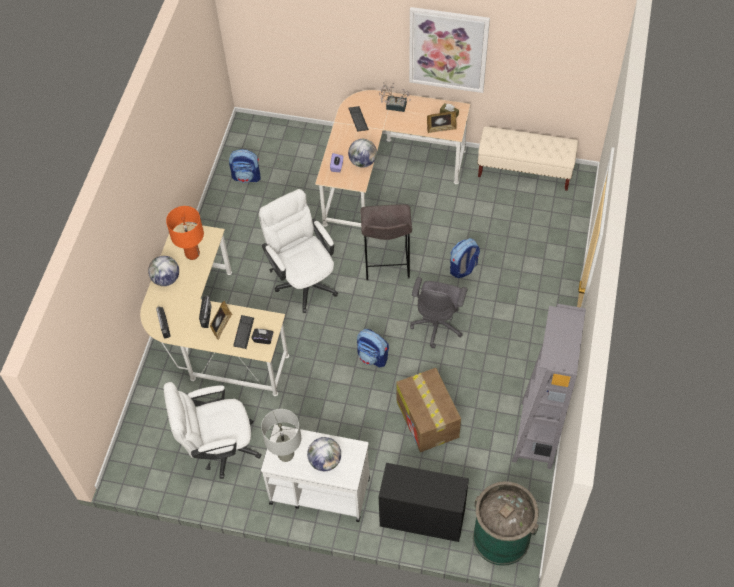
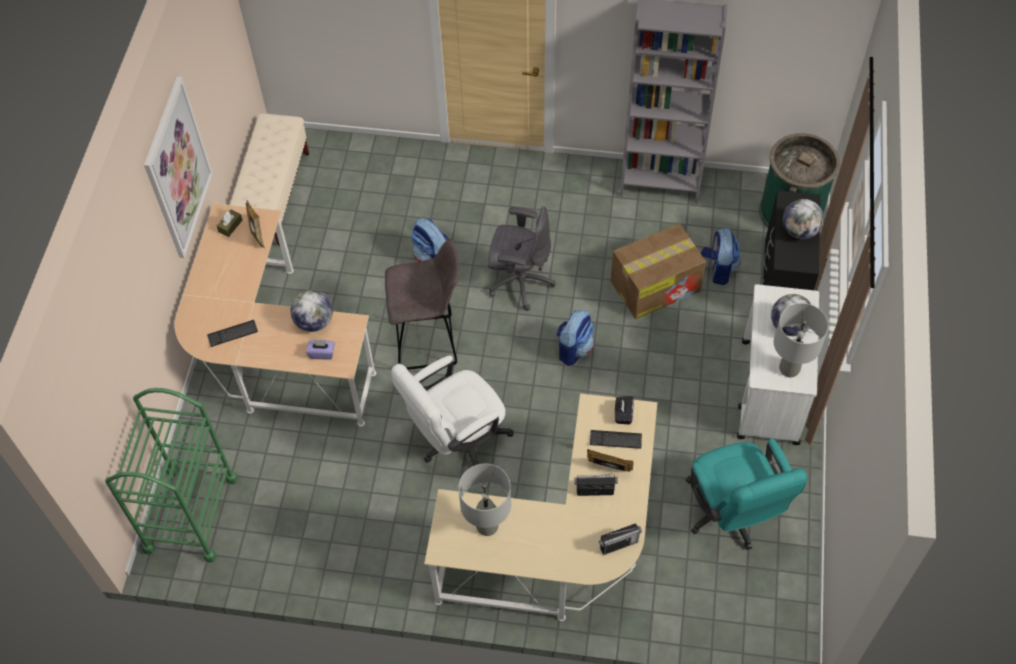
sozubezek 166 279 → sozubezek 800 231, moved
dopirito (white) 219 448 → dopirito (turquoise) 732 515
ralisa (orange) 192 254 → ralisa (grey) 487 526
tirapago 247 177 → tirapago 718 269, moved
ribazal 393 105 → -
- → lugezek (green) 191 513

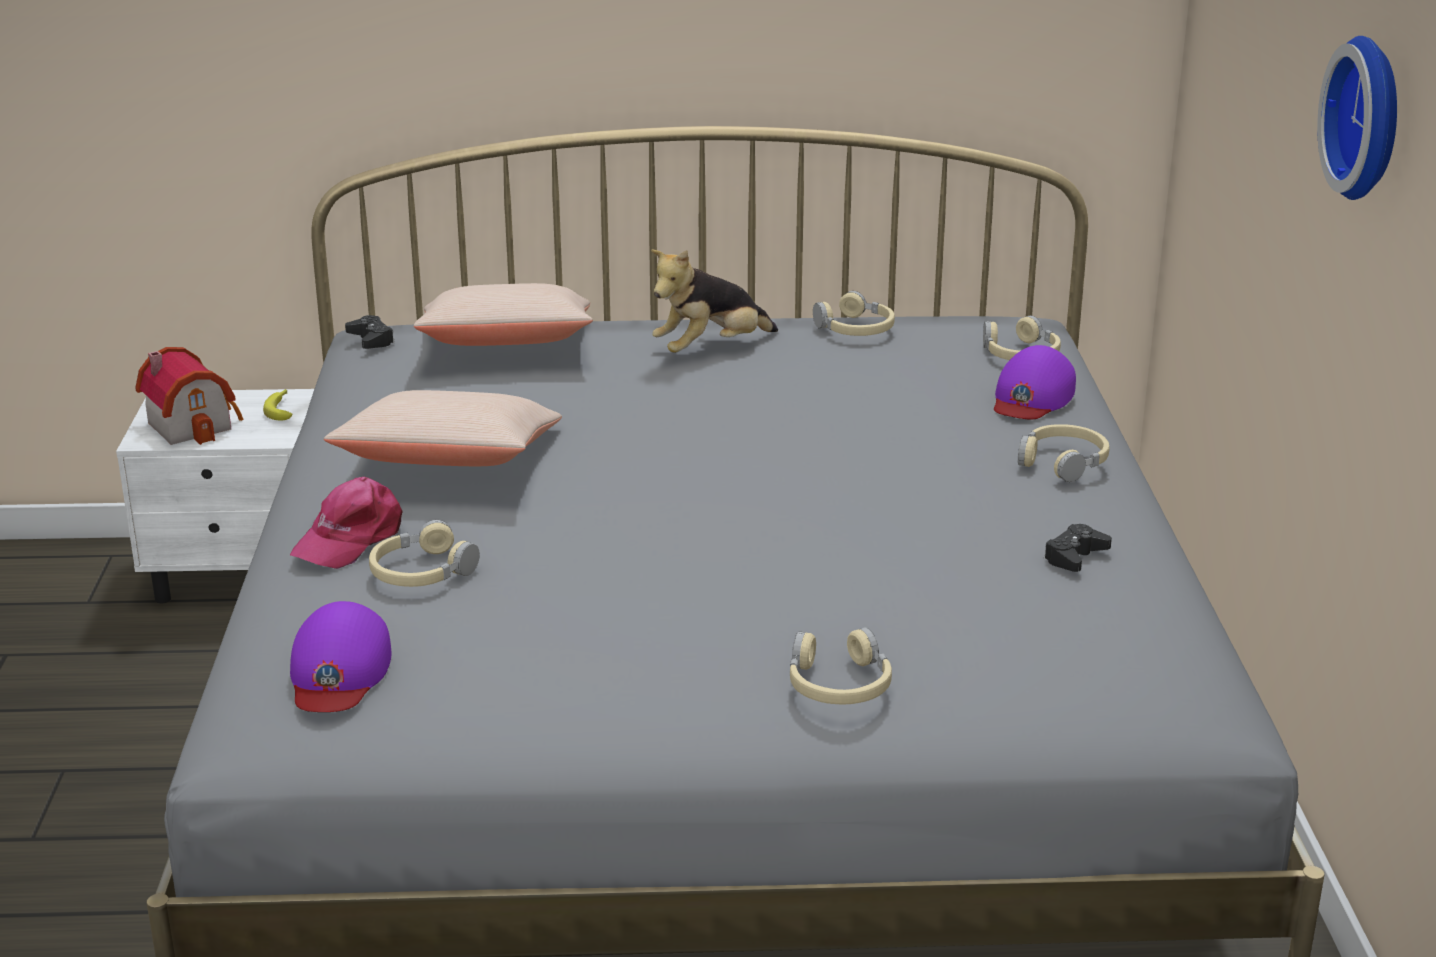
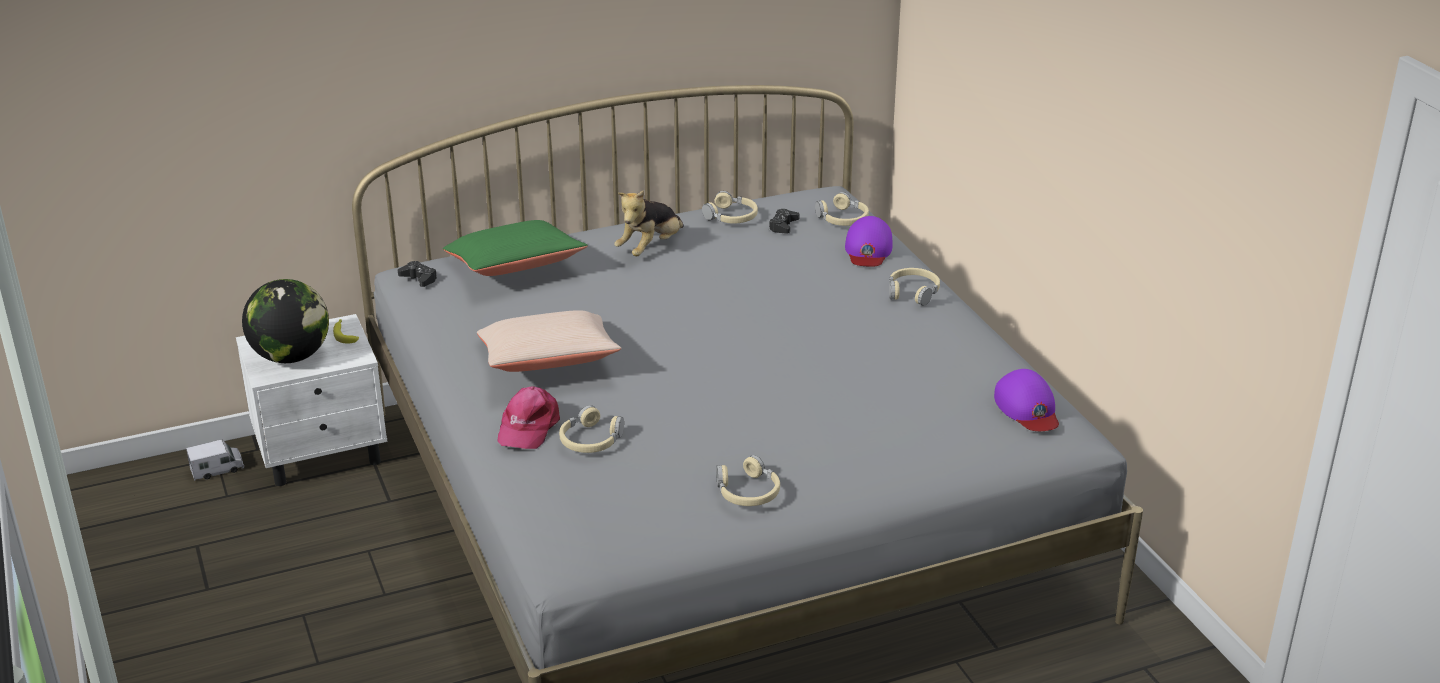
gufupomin 194 423 → sozubezek 291 356
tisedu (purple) 339 671 → tisedu (purple) 1027 408, moved
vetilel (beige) 507 347 → vetilel (green) 515 268
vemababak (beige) 838 684 → vemababak (beige) 747 492, moved
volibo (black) 1075 556 → volibo (black) 783 226, moved
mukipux 1371 118 → -
- → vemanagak 217 470

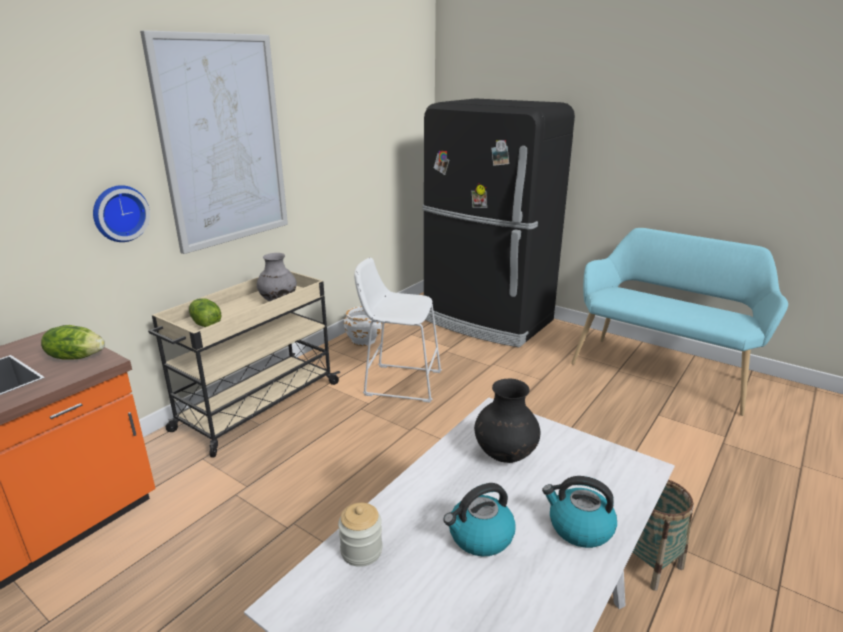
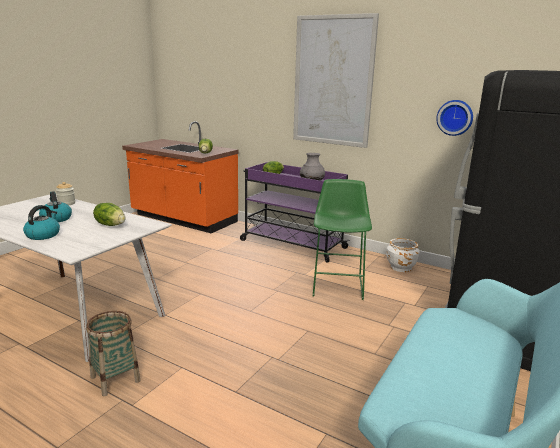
mukipux 119 213 → mukipux 455 117, moved
lugezek (beige) 257 407 → lugezek (purple) 291 244
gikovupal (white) 399 382 → gikovupal (green) 338 283
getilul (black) 504 454 → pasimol 111 225

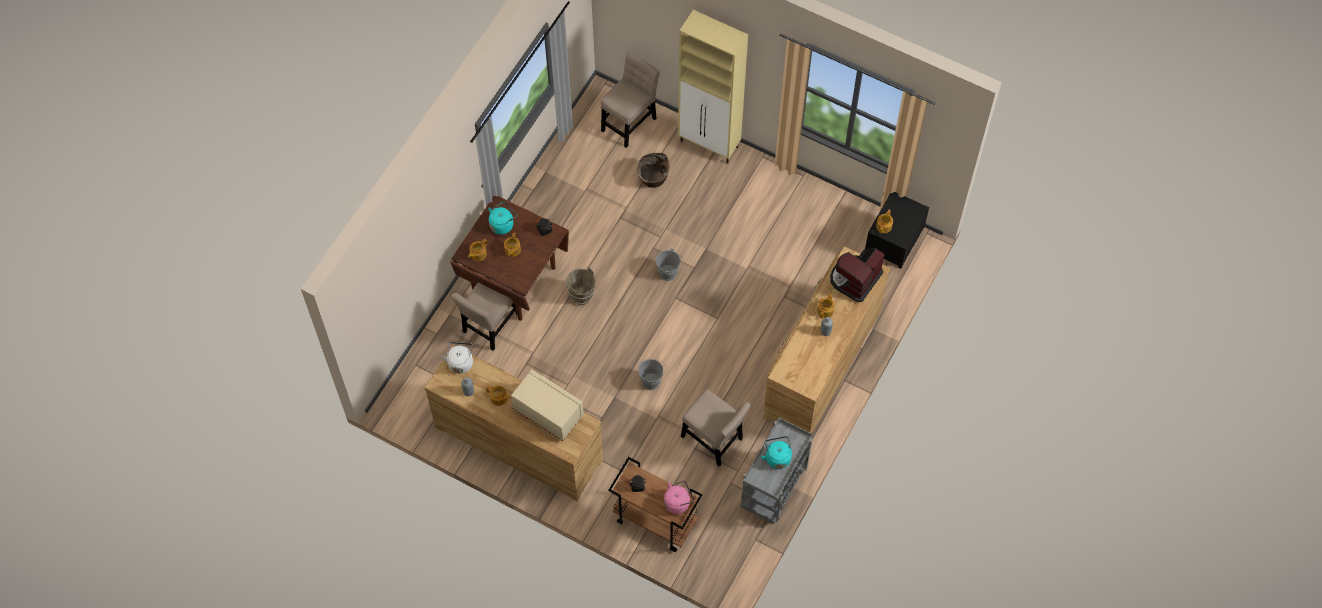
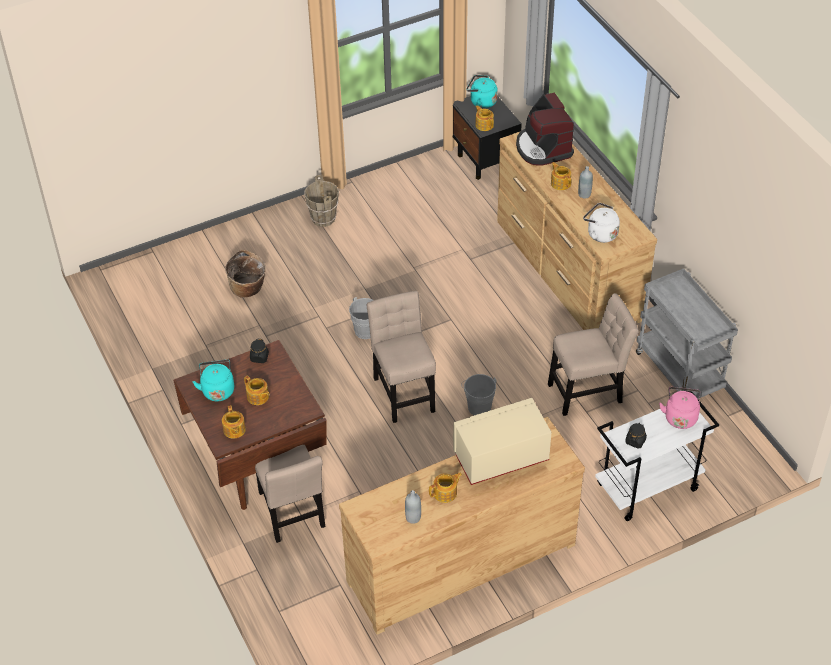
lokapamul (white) 460 362 → lokapamul (white) 600 234, moved
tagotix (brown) 581 295 → tagotix (brown) 323 219, moved
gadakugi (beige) 630 121 → gadakugi (beige) 403 391, moved
lugezek (brown) 654 521 → lugezek (white) 647 488
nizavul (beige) 710 144 → -
lokapamul (turquoise) 777 457 → lokapamul (turquoise) 481 102, moved

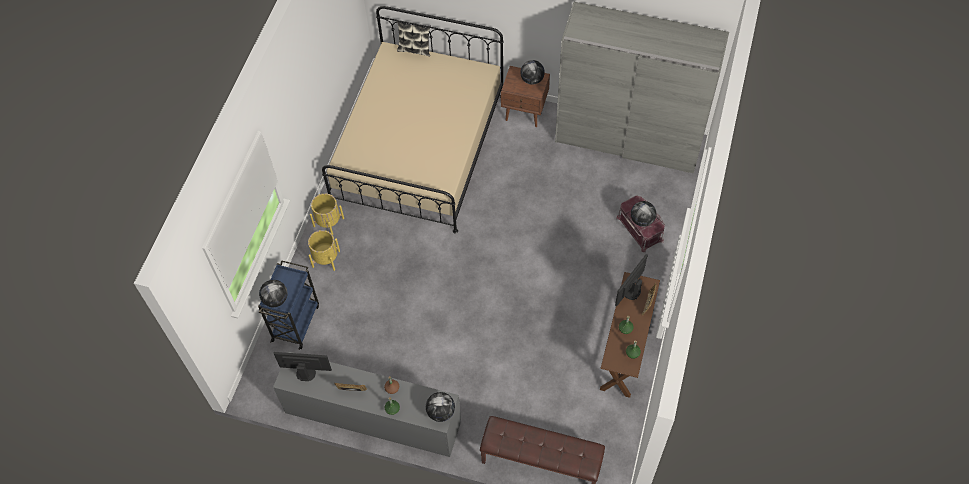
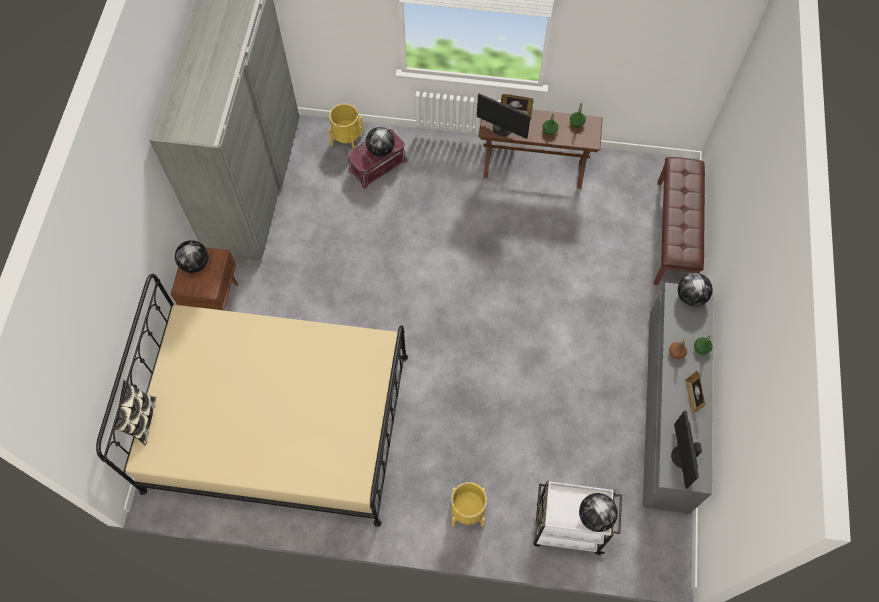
lugezek (blue) 296 322 → lugezek (white) 566 529
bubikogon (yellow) 328 222 → bubikogon (yellow) 347 138, moved

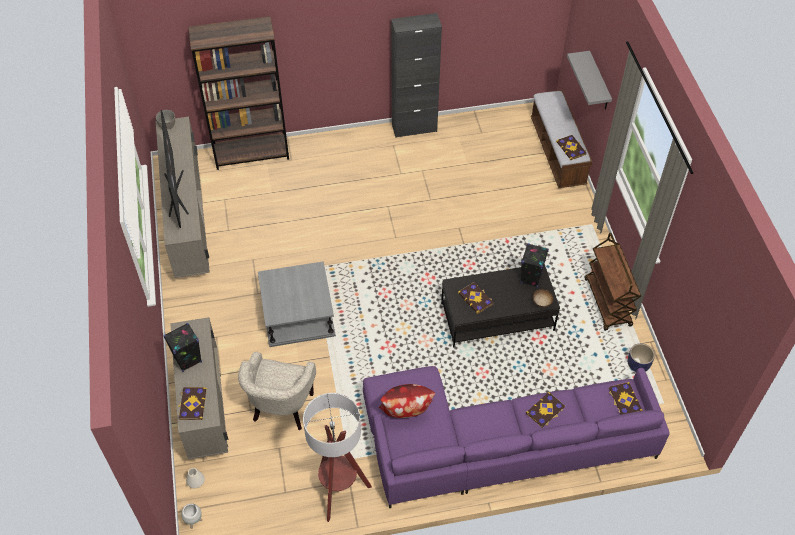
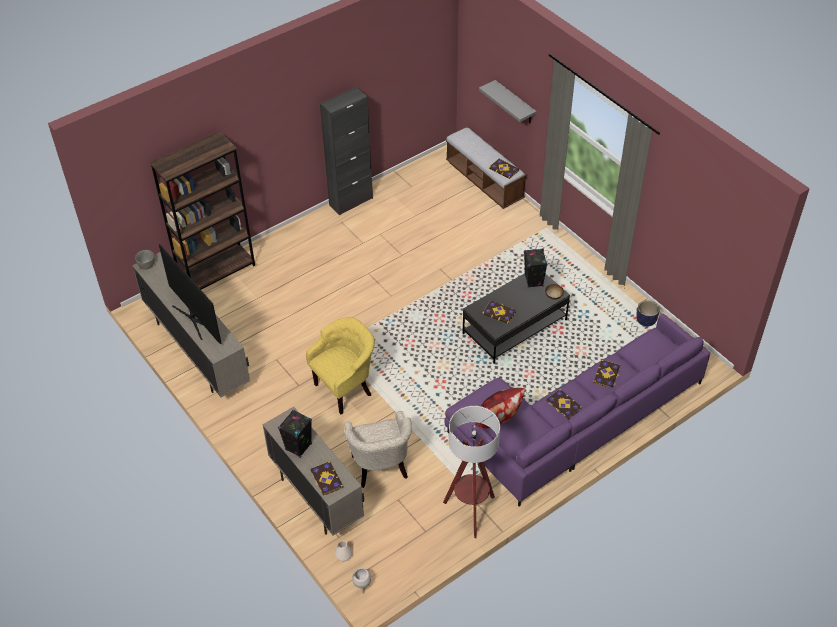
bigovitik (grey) 298 314 → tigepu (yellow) 346 388
lugezek (brown) 608 303 → -
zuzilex 624 400 → zuzilex 563 404, moved

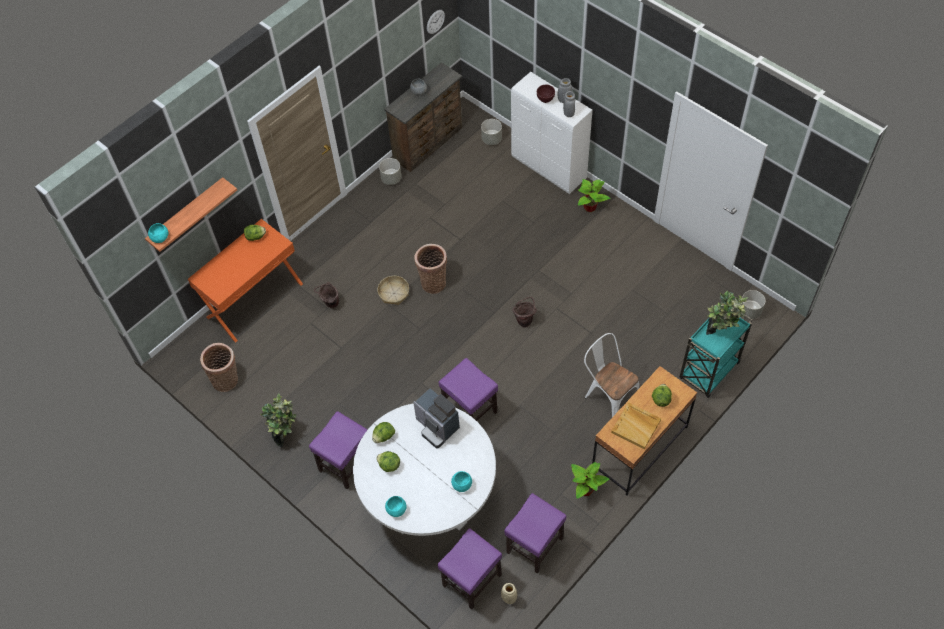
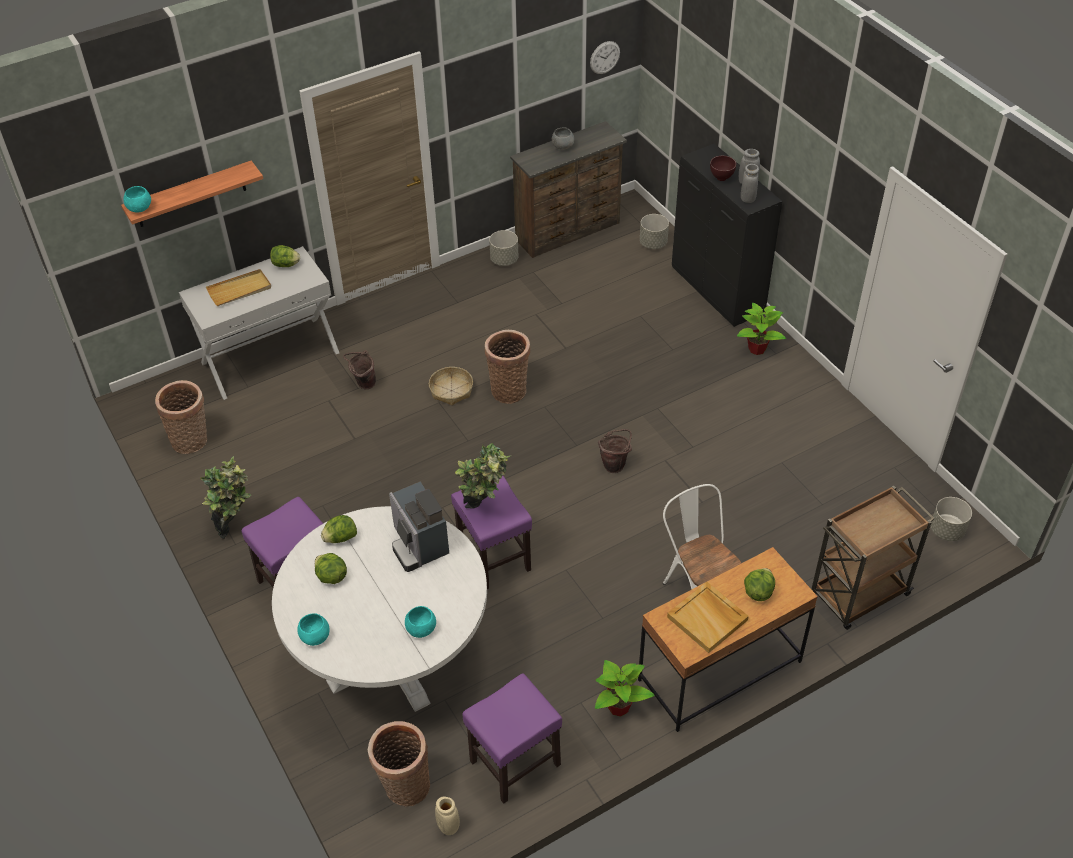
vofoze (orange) 254 300 → vofoze (white) 270 357
gikovupal (purple) 471 581 → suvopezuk 404 786
nizavul (white) 549 168 → nizavul (black) 718 292
lugezek (turquoise) 708 372 → lugezek (brown) 858 595
ribazal 720 333 → ribazal 485 510, moved
- → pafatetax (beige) 239 290

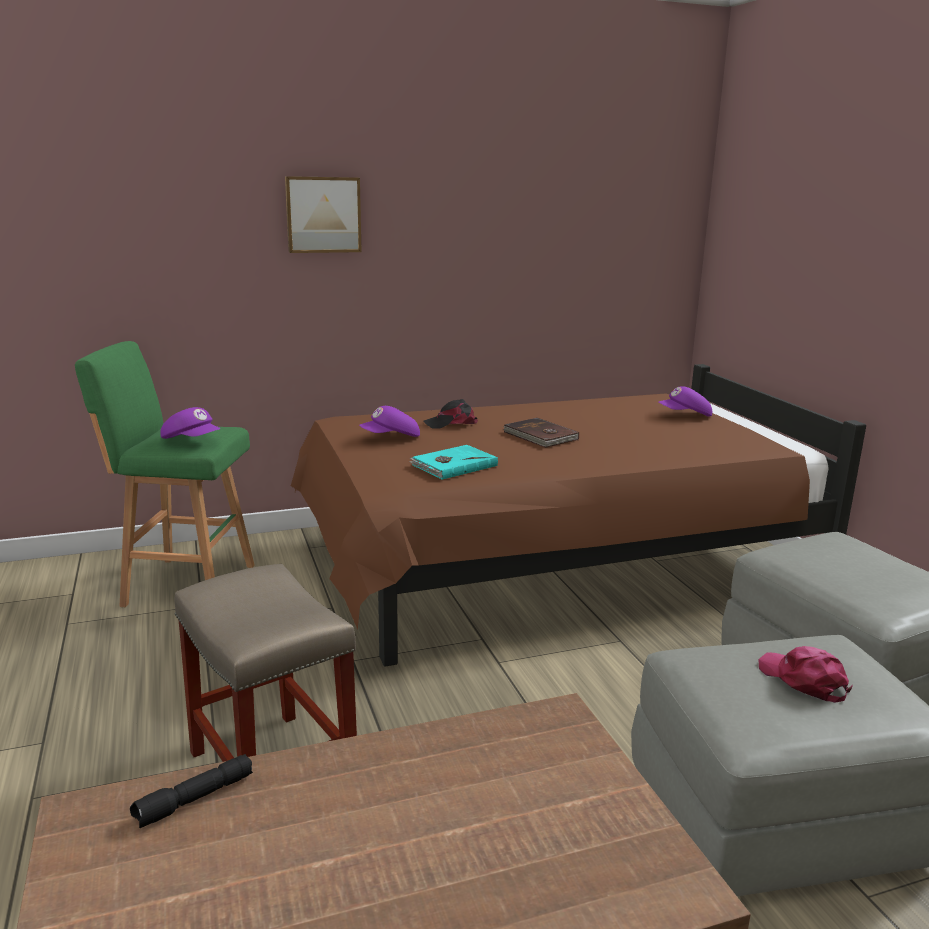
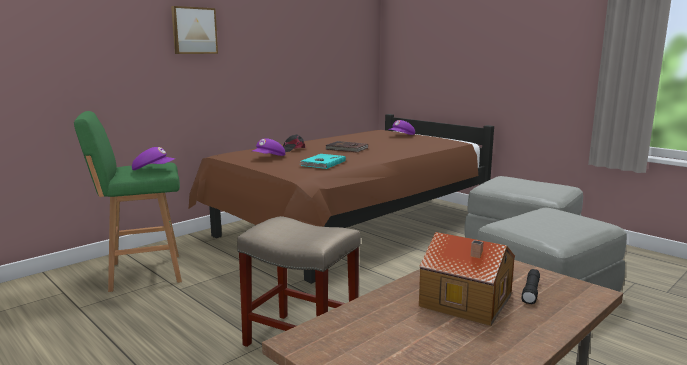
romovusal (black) 194 800 → romovusal (black) 531 292, moved
tisedu (pink) 803 680 → -
- → gufupomin 466 302

